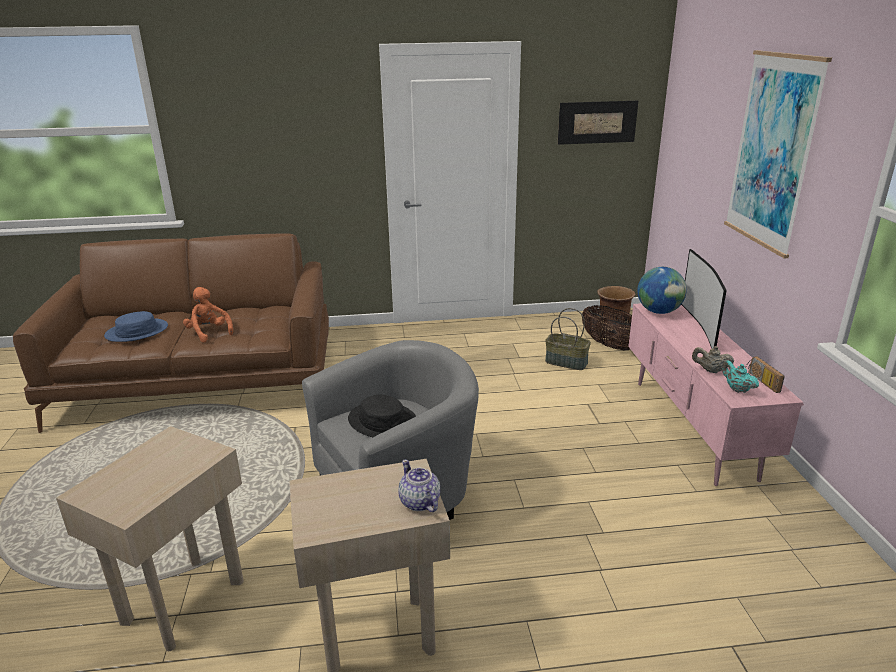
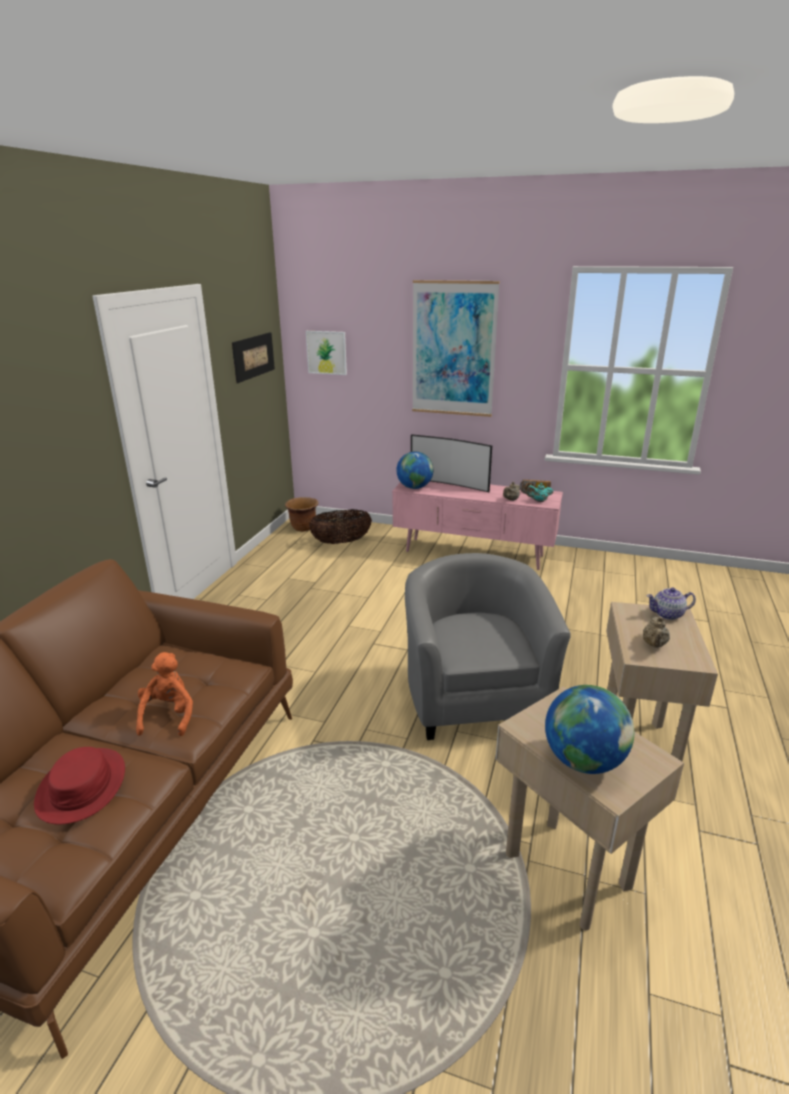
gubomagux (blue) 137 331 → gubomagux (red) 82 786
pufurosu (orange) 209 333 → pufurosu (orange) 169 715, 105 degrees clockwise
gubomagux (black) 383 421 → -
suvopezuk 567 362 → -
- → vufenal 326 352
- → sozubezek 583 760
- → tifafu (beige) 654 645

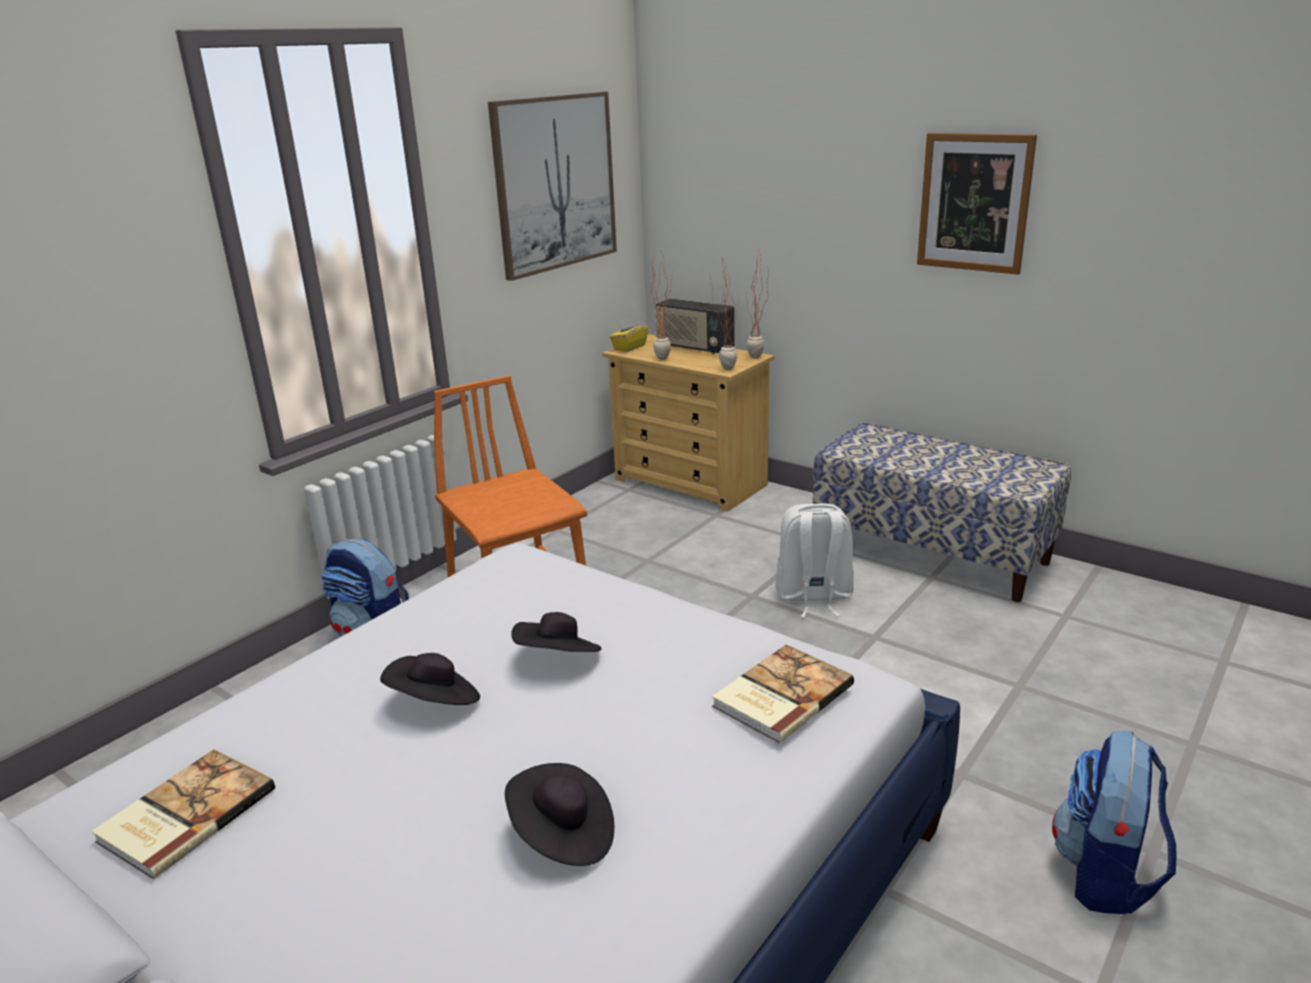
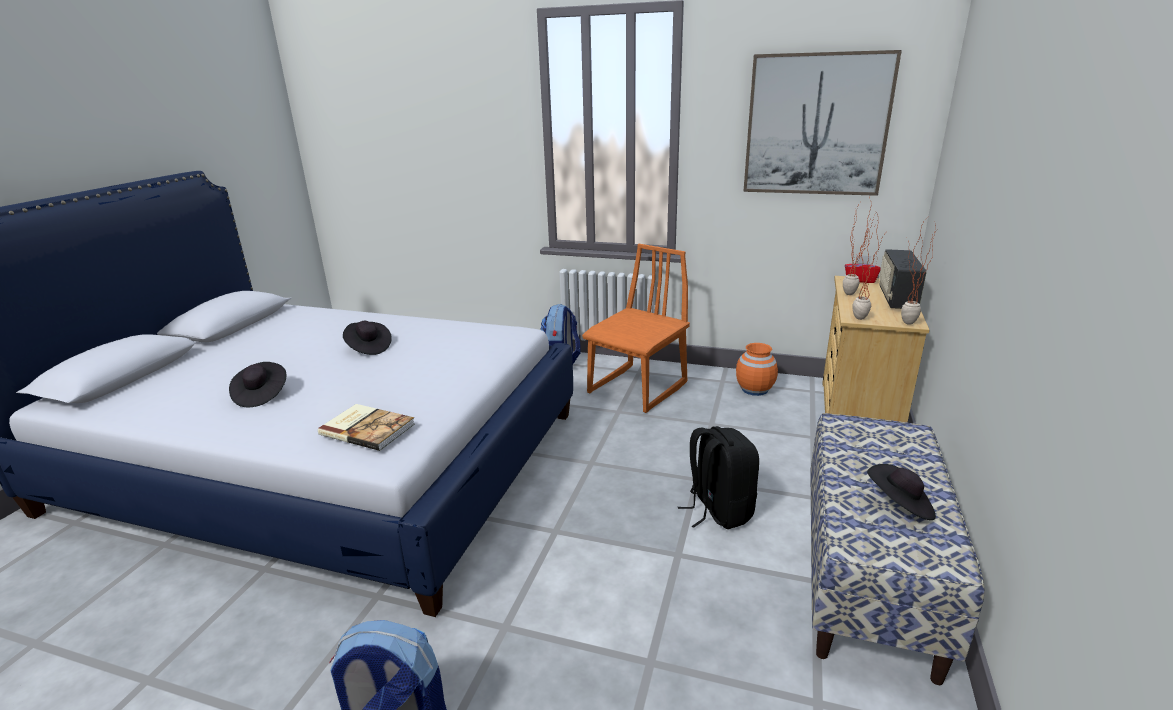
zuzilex 184 815 → -
gubomagux (black) 558 659 → gubomagux (black) 899 505, moved
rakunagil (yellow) 629 347 → rakunagil (red) 860 280
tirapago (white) 813 597 → tirapago (black) 718 510
vufenal 974 203 → -
- → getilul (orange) 754 389

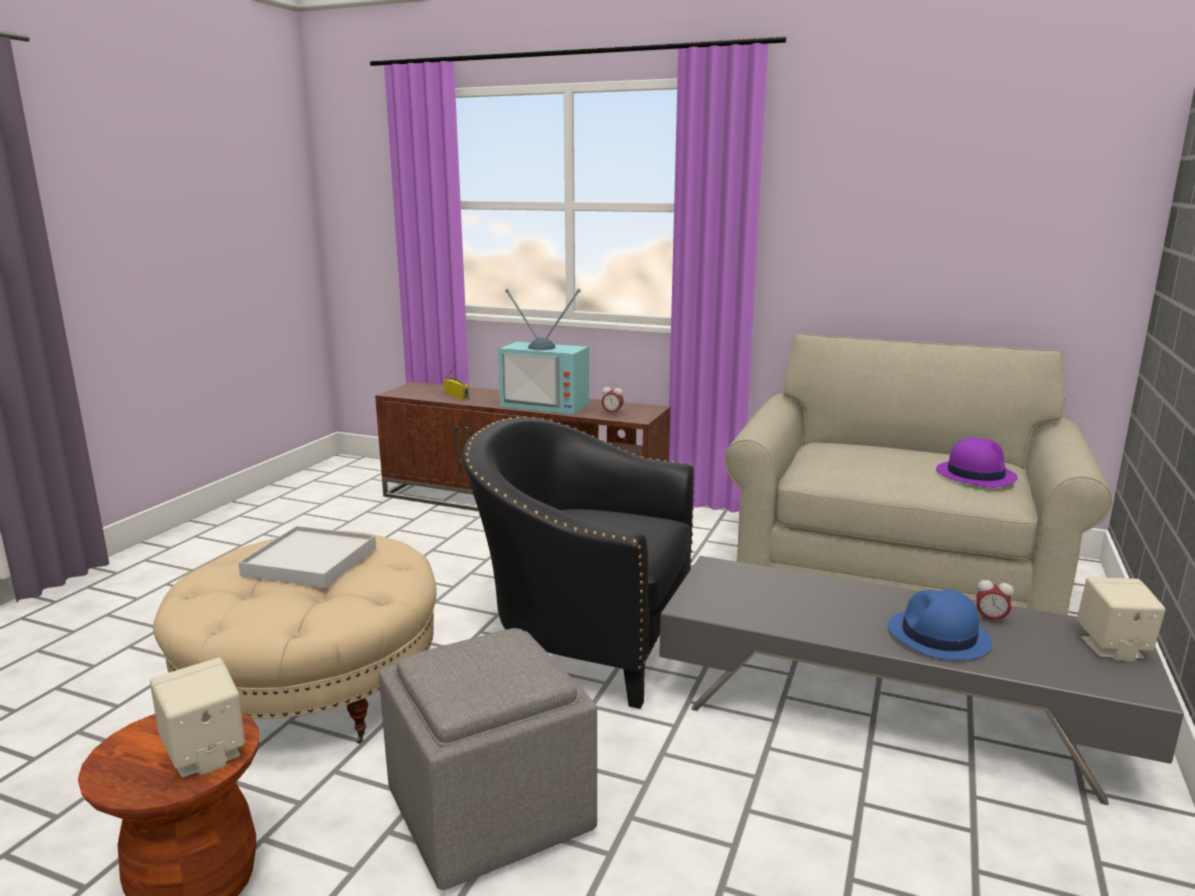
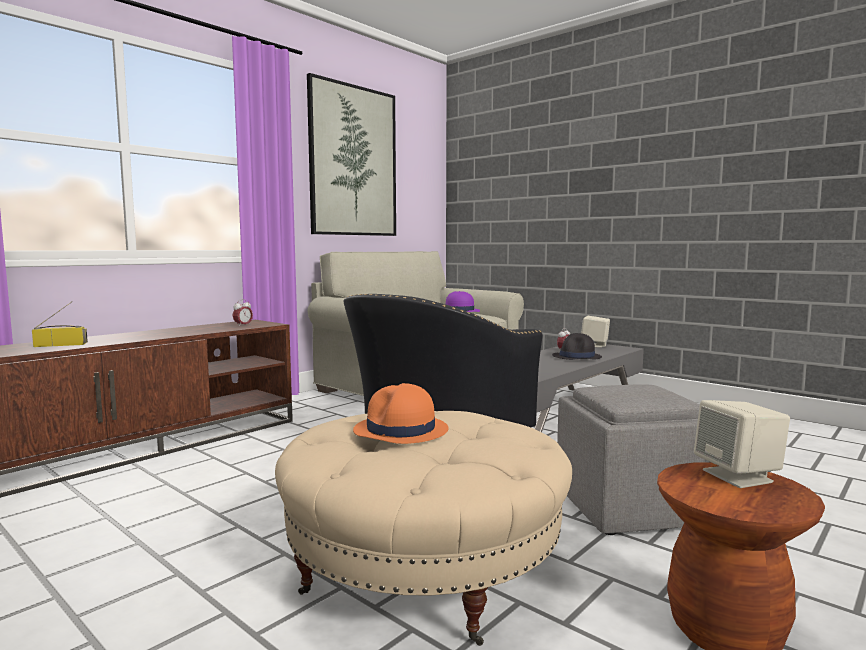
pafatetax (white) 310 561 → gubomagux (orange) 401 431
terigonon 547 405 → -
gubomagux (blue) 938 637 → gubomagux (black) 577 357
- → vufenal 353 161

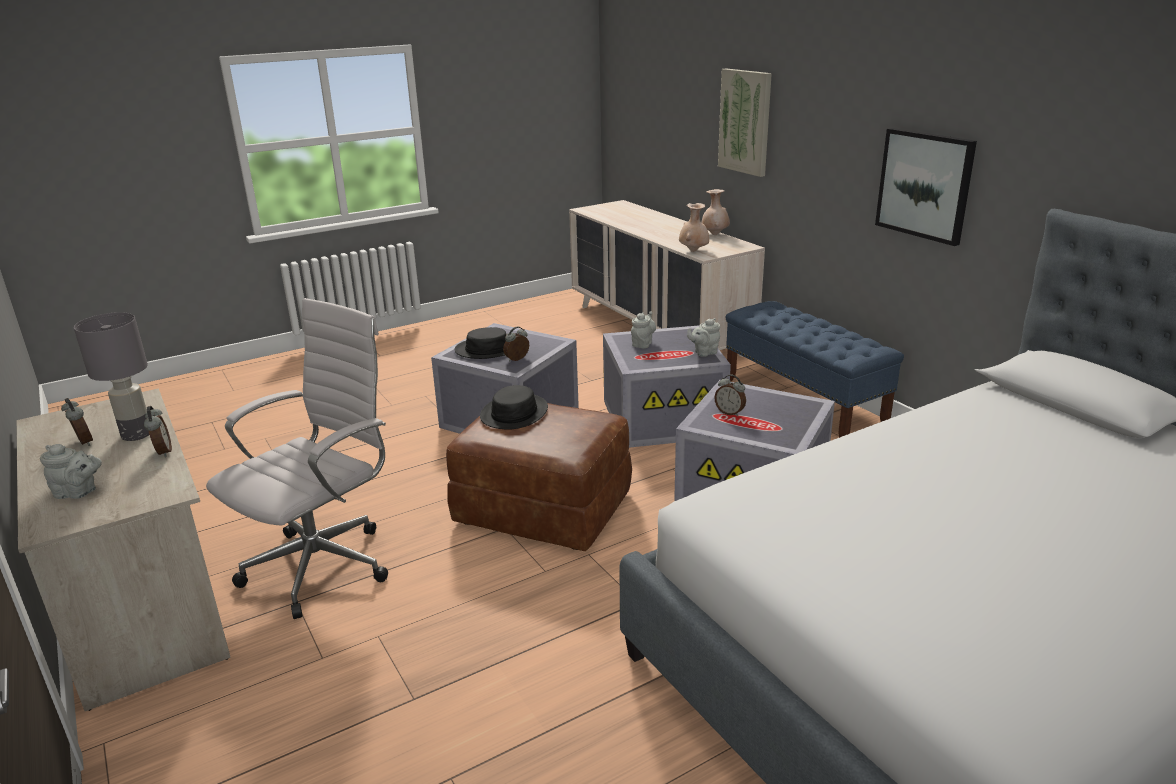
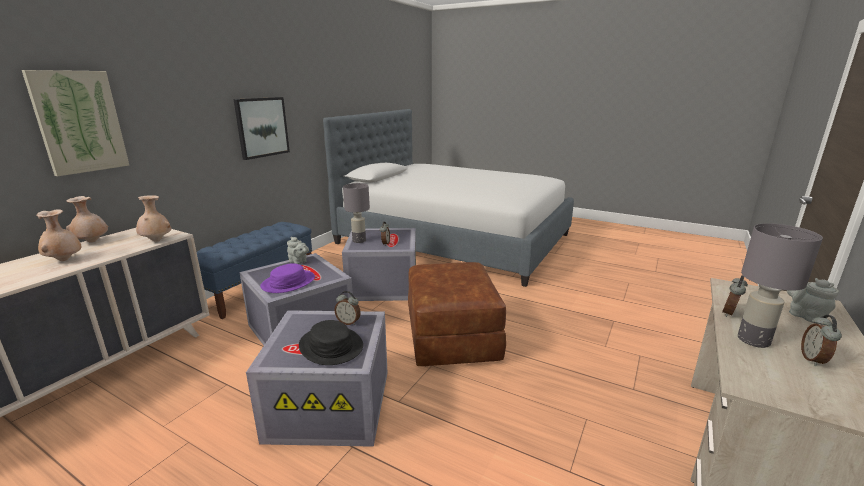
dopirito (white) 324 564 → -
gubomagux (black) 514 413 → -
tifafu (grey) 643 344 → gubomagux (purple) 288 282
- → getilul (beige) 64 260
- → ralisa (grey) 359 240

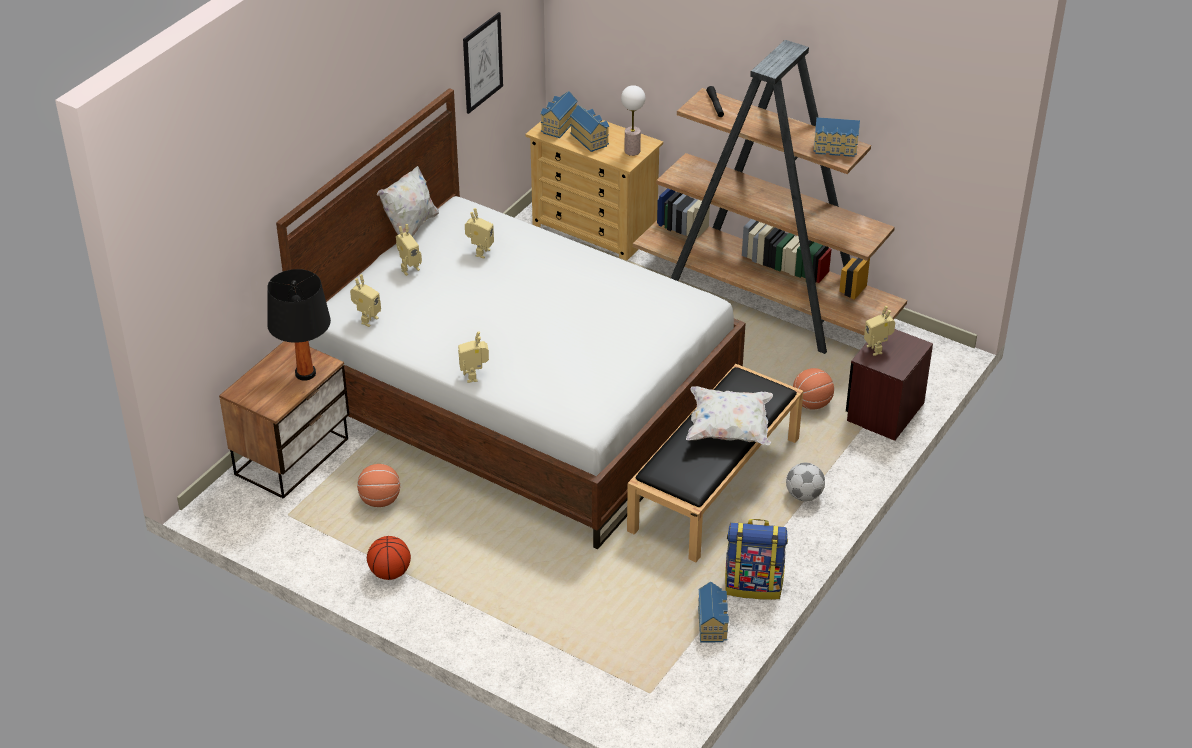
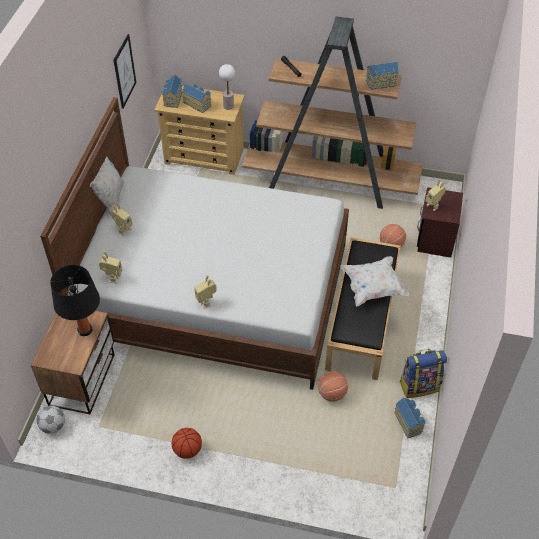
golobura 380 500 → golobura 331 393, moved
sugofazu 480 252 → -
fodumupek 804 496 → fodumupek 53 426, moved

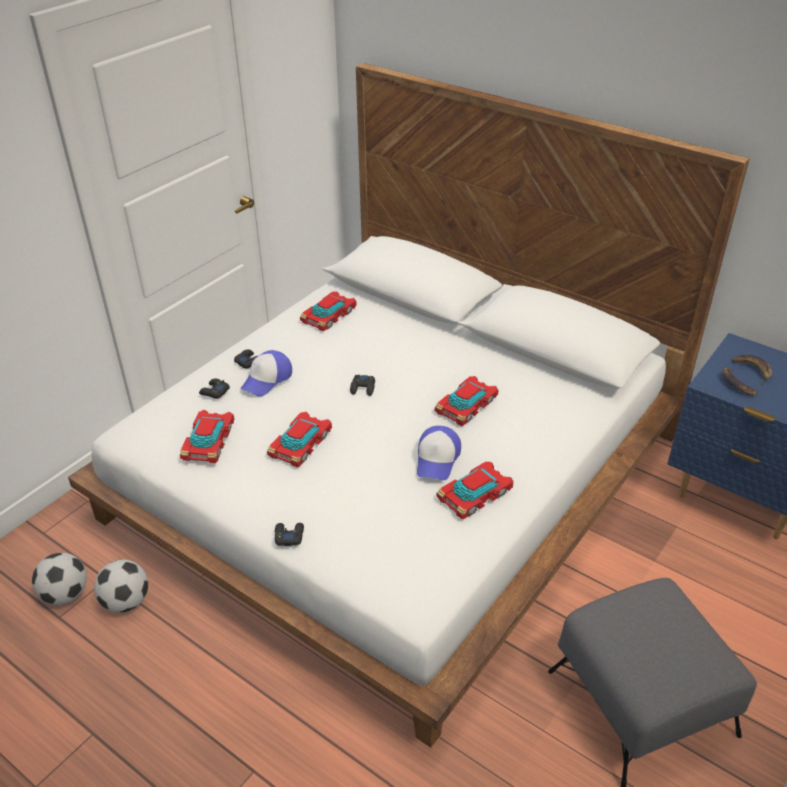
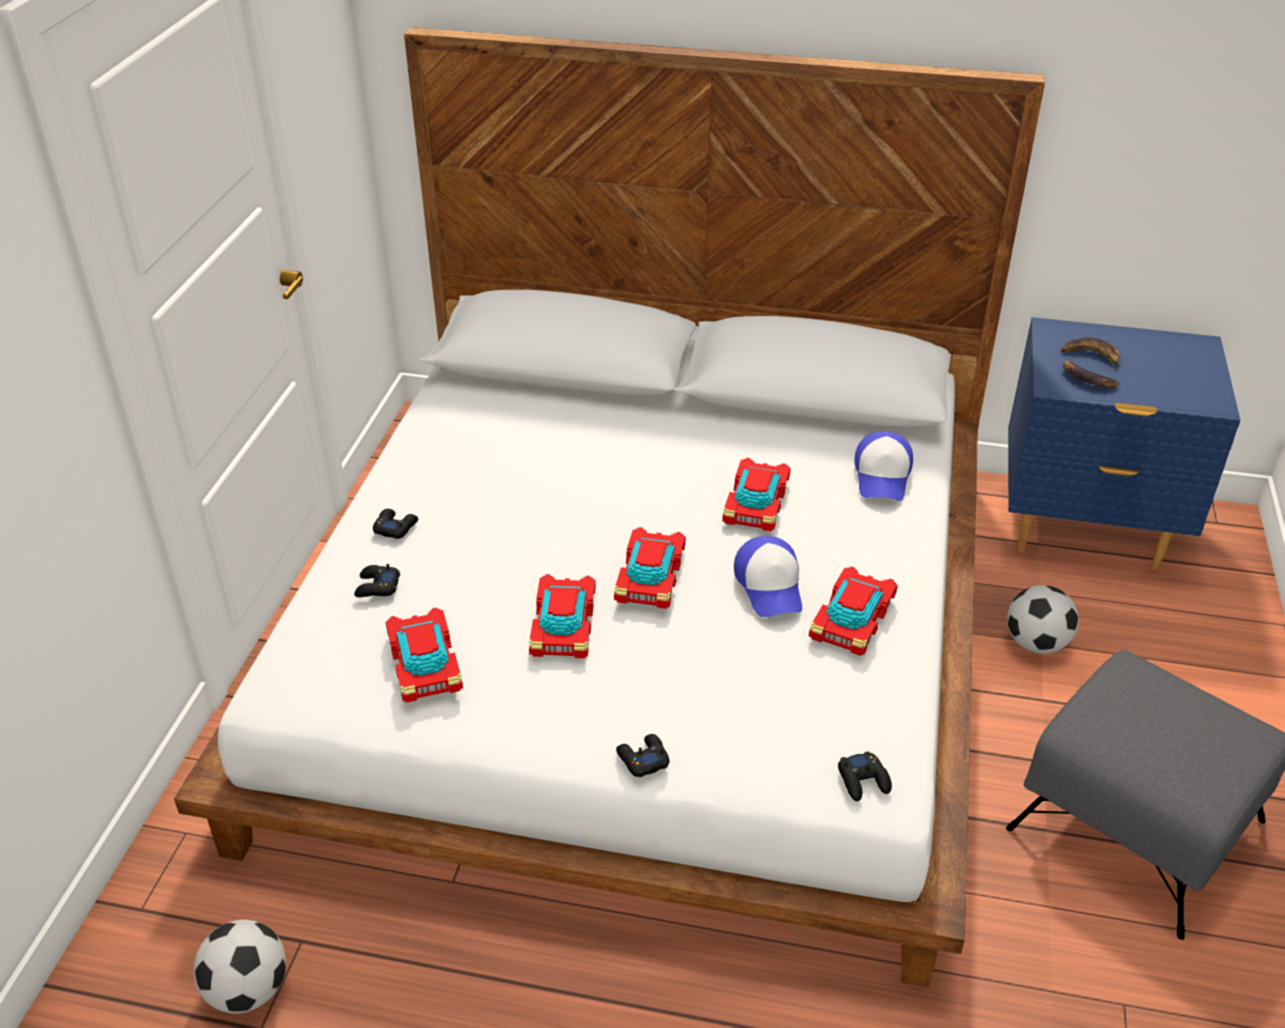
fodumupek 126 602 → fodumupek 1036 644, moved
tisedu 267 379 → tisedu 882 476, moved
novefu 329 316 → novefu 651 576, moved
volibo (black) 363 388 → volibo (black) 863 781, moved

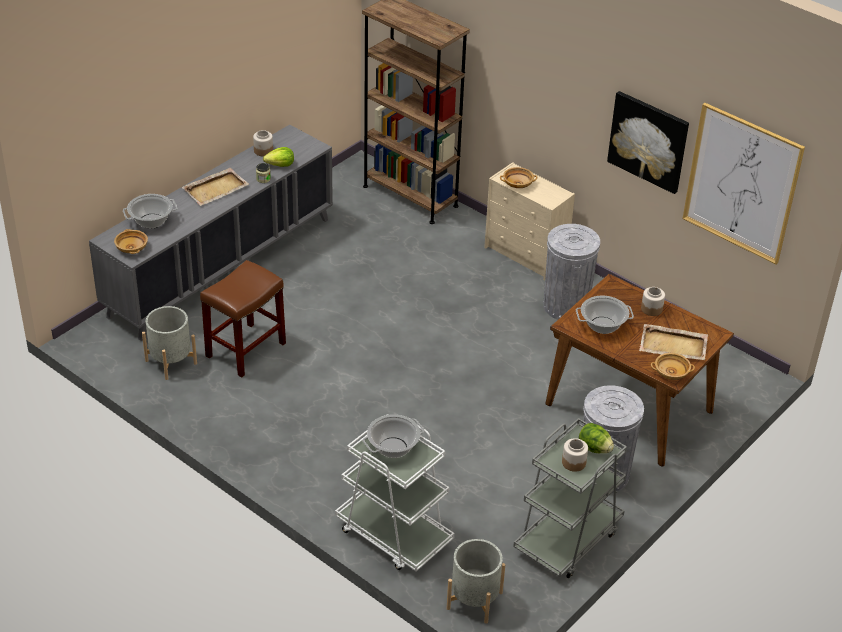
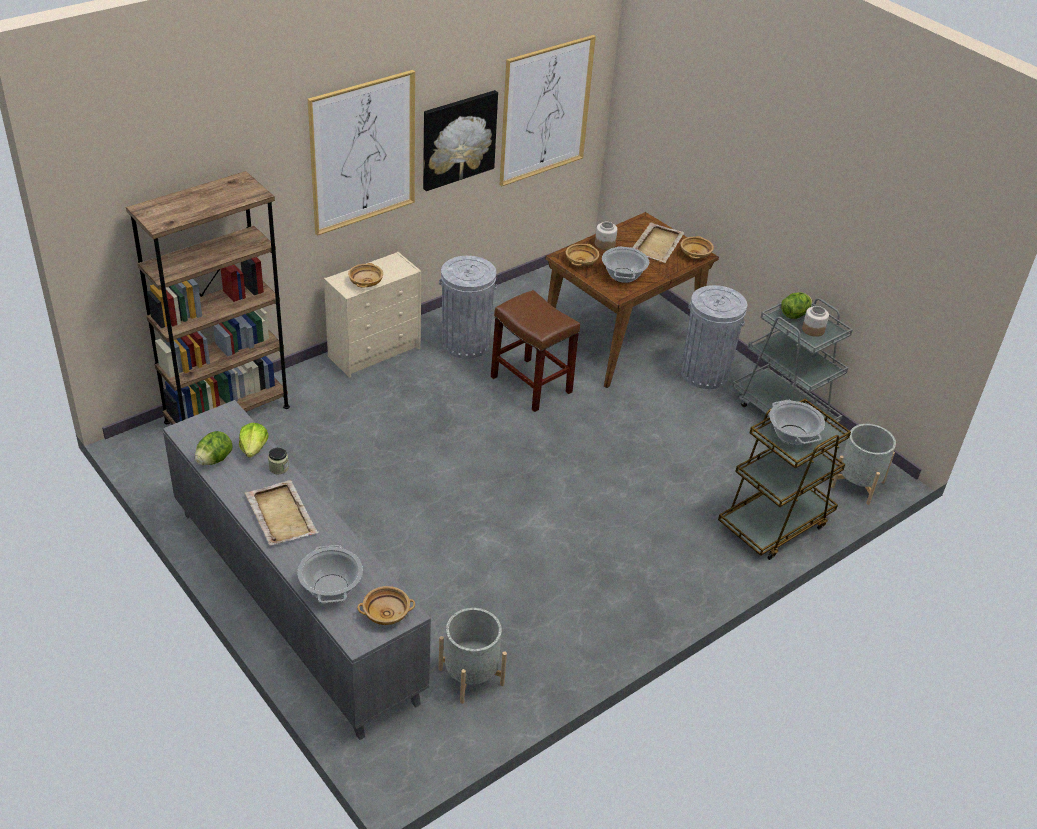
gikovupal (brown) 246 349 → gikovupal (brown) 530 384, moved
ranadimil 263 151 → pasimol 214 459
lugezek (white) 393 534 → lugezek (brown) 774 524
- → vufenal 363 152
- → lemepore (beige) 581 262

